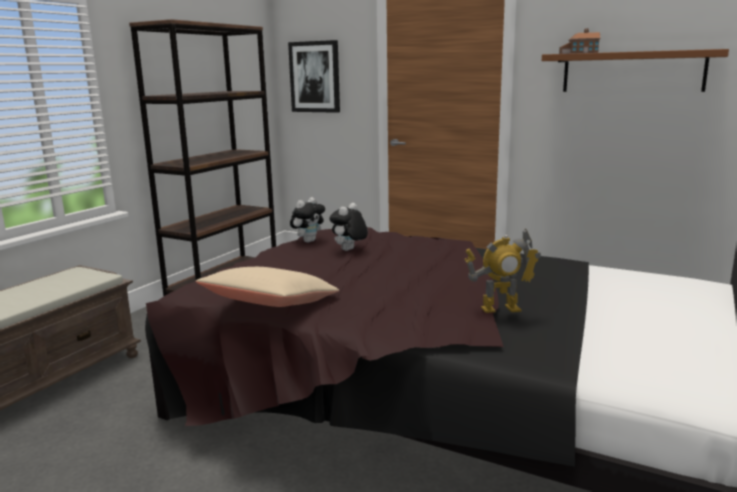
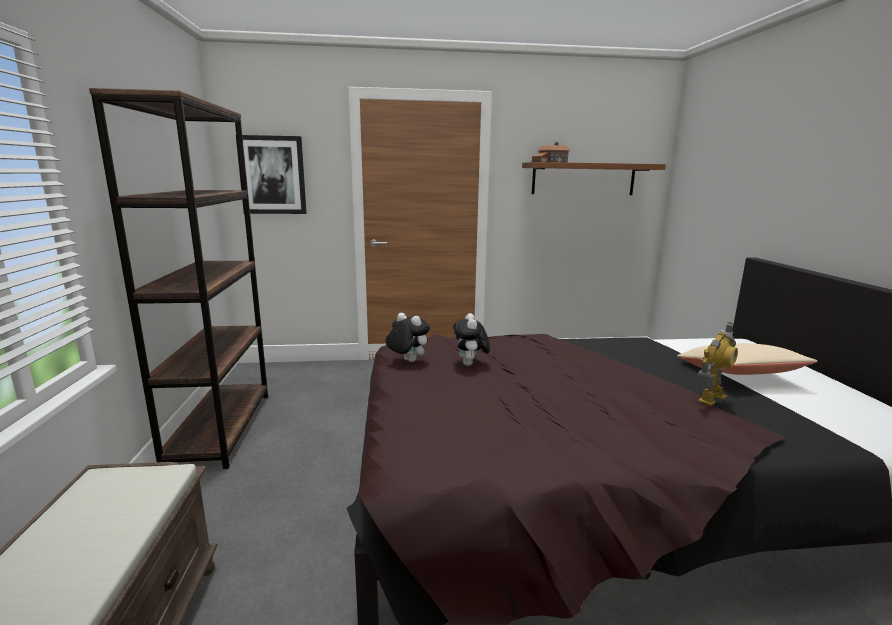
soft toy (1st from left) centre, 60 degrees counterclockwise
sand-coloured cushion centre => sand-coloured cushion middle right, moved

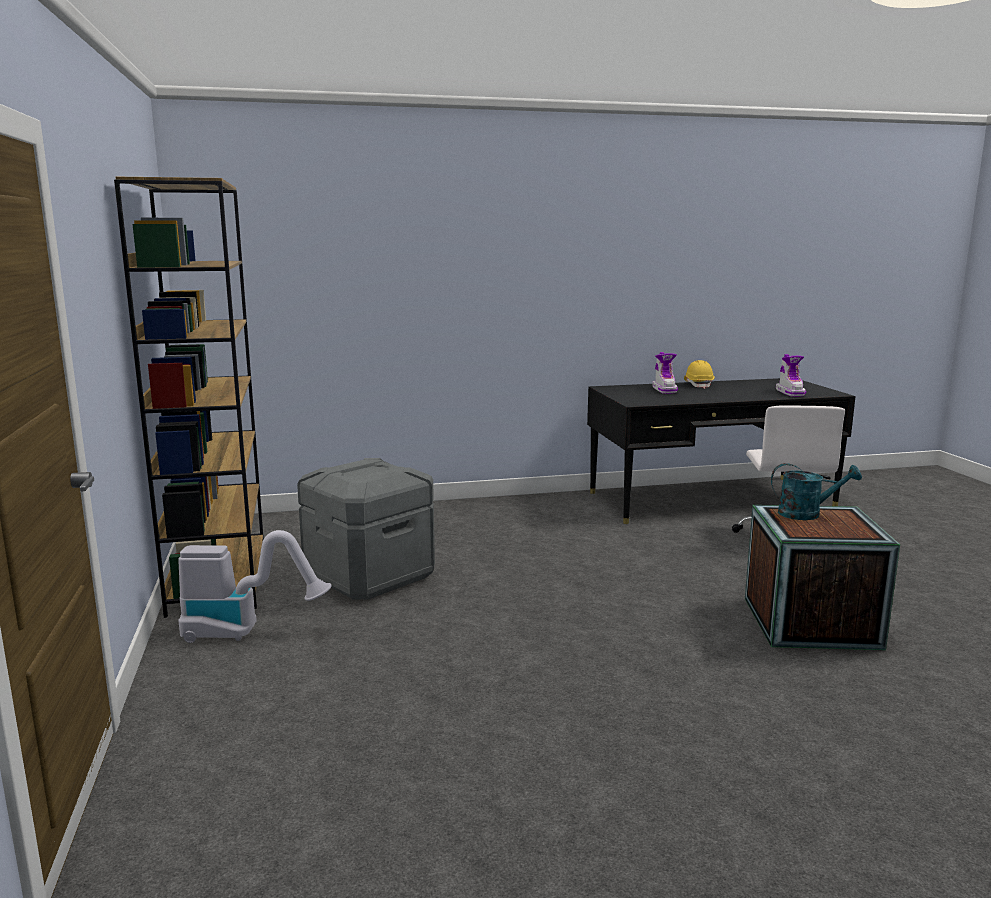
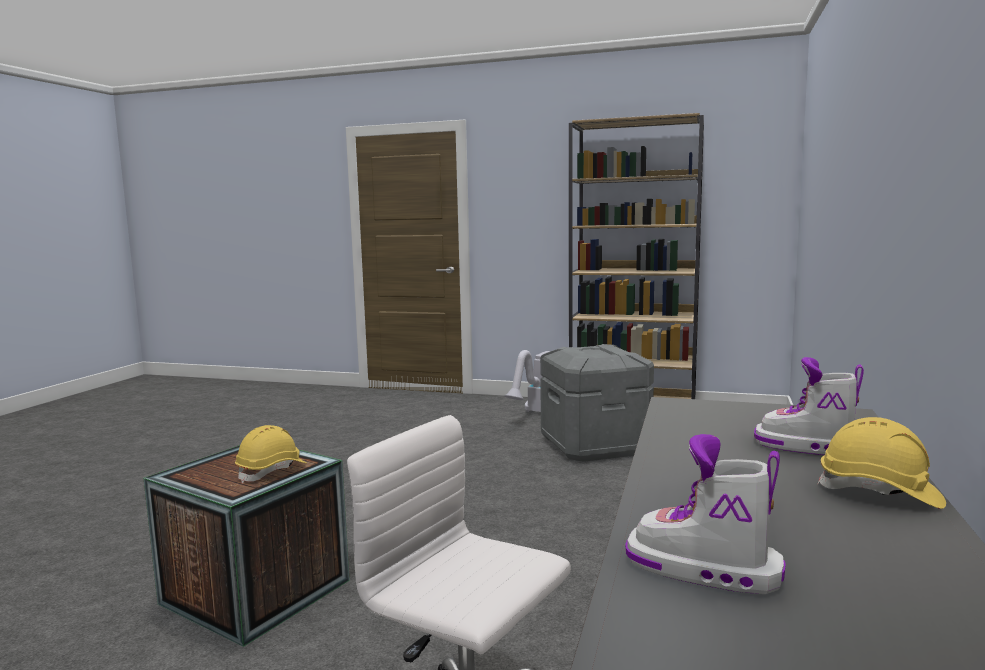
turquoise sprinkling can middle right => yellow hard hat (1st from left) bottom left

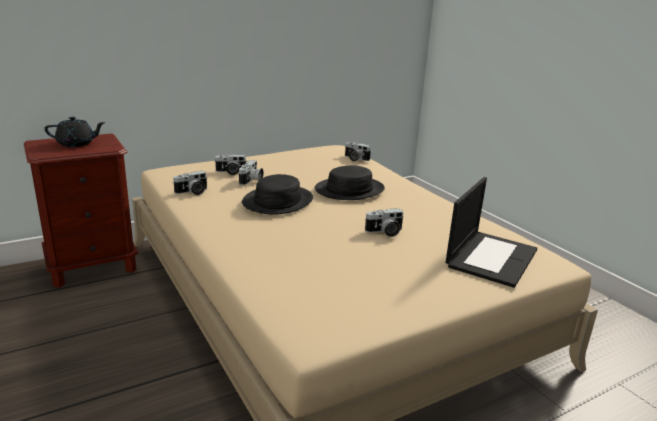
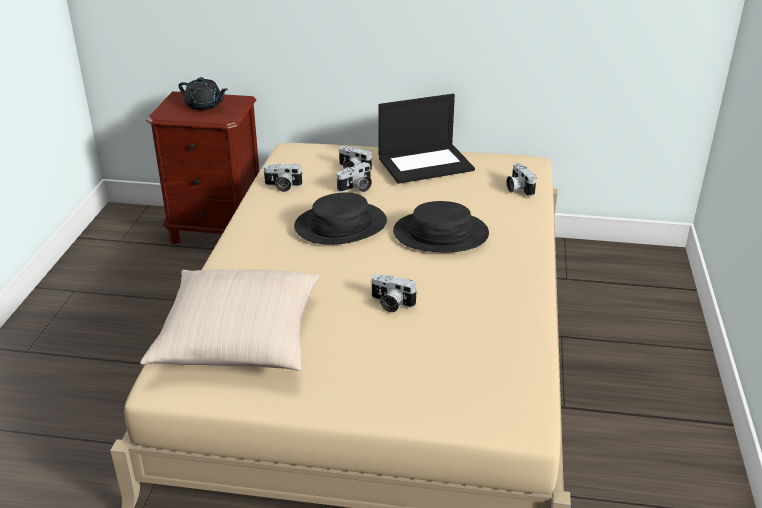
nothing => sand-coloured cushion middle left
portable computer middle right => portable computer top centre, moved

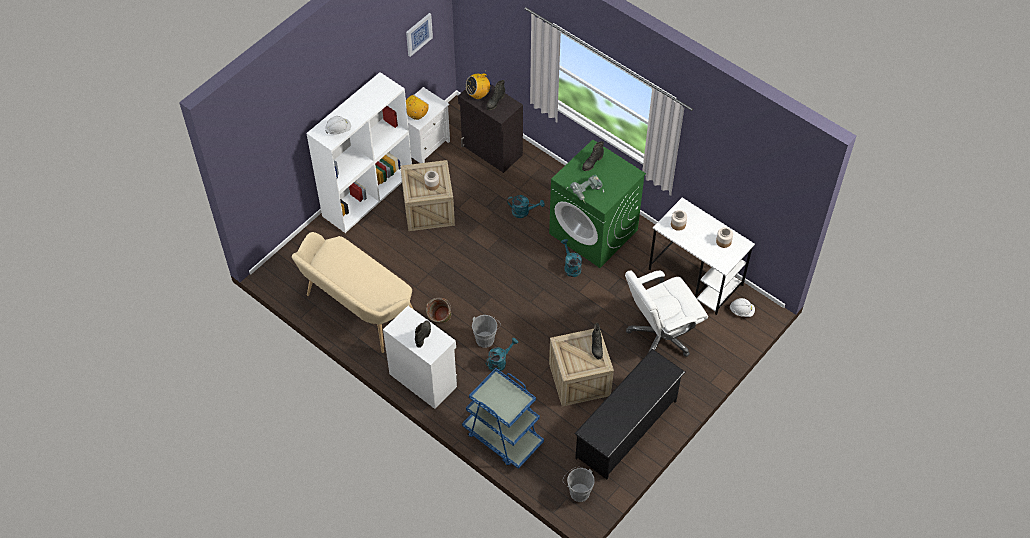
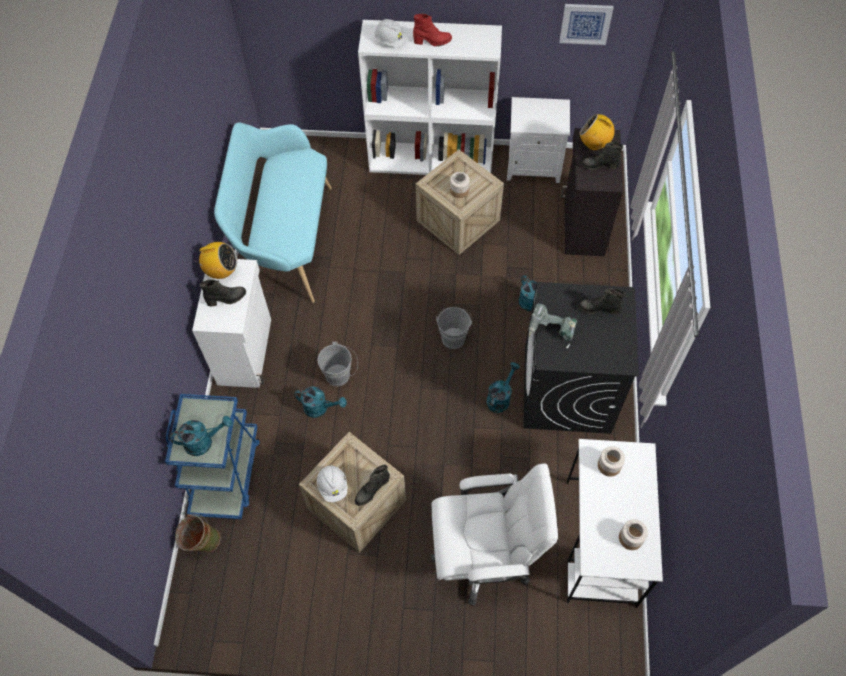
nothing => turquoise sprinkling can (1st from left) middle left
green-coloured bucket centre => green-coloured bucket bottom left, moved
radio (1st from left) top centre => radio (1st from left) middle left, moved
sand-coloured long seat centre => turquoise long seat top left
white hard hat (2nd from left in the first image) middle right => white hard hat (1st from left) bottom centre, moved
nothing => red-coloured tall boot top centre
white office chair centre => white office chair bottom centre, 150 degrees clockwise
gray bucket (2nd from left) bottom centre => gray bucket (2nd from left) centre, moved
green-coloured laundry machine centre => blackish laundry machine middle right
blackish shoe shelf bottom centre => nothing

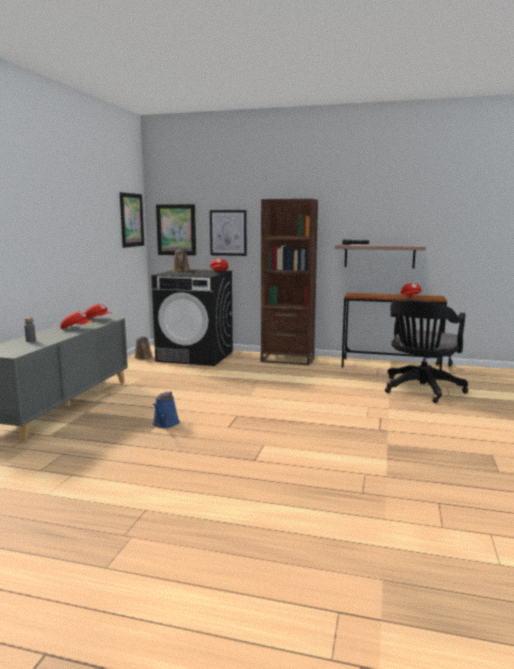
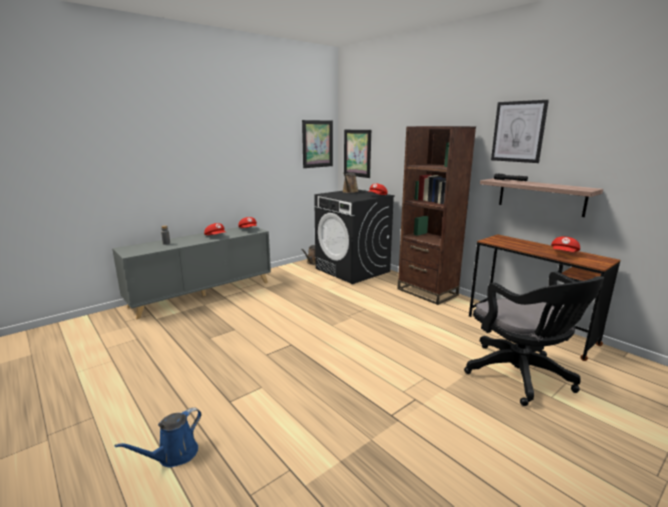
blue-coloured sprinkling can middle left => blue-coloured sprinkling can bottom left, moved
blackish office chair middle right => blackish office chair bottom right, 90 degrees counterclockwise
wall art (3rd from left) centre => wall art (3rd from left) top right, moved

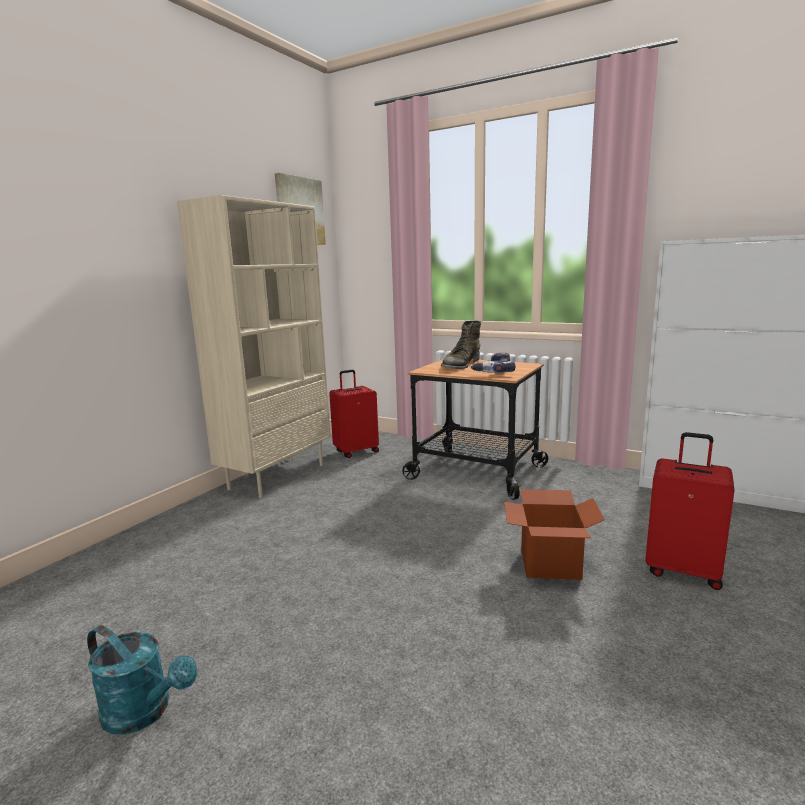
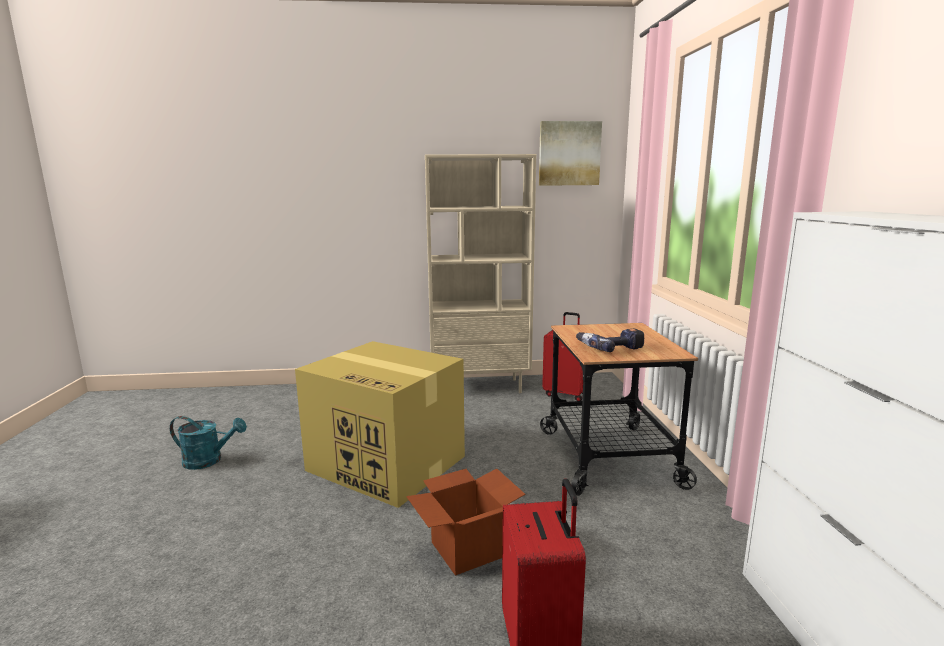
turquoise sprinkling can bottom left, 75 degrees counterclockwise
nothing => cardboard box (1st from left) centre
green-coloured tall boot centre => nothing

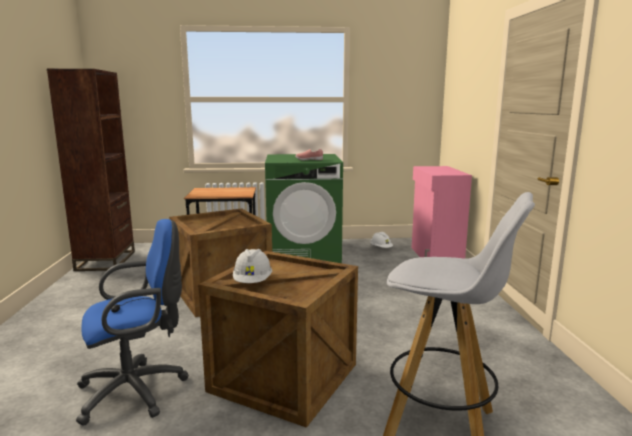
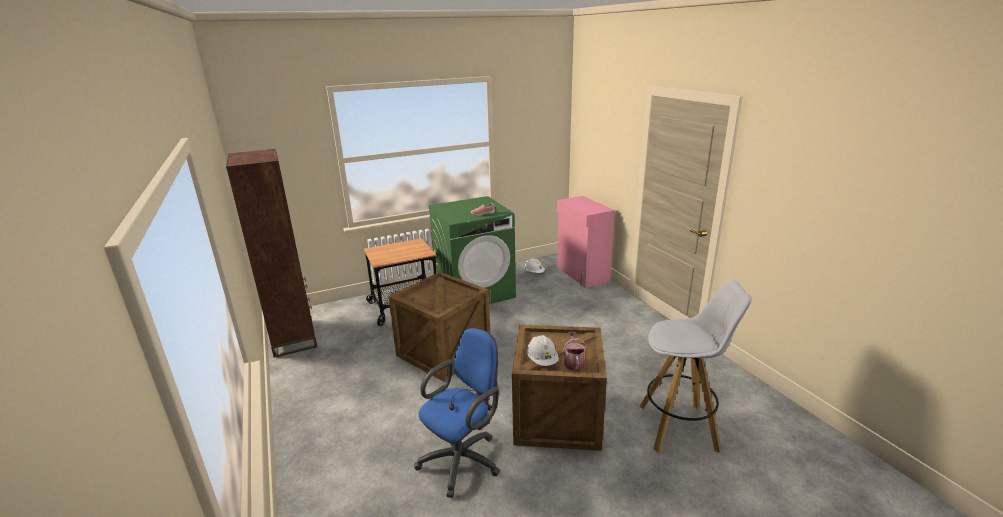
nothing => sprinkling can bottom centre

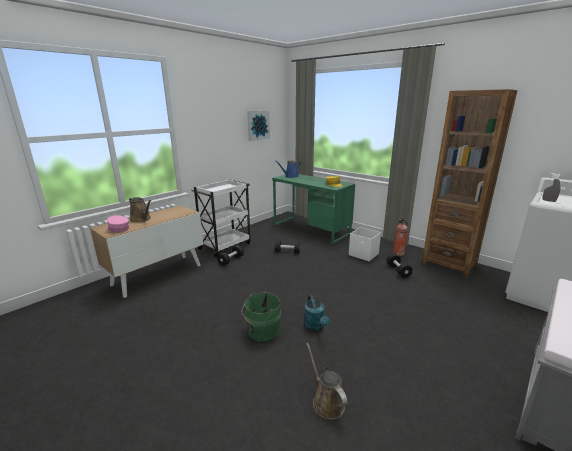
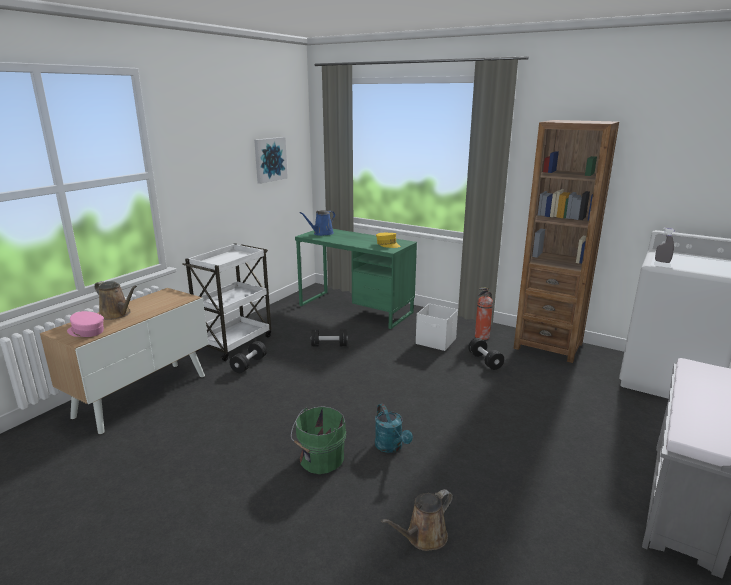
brown sprinkling can (2nd from left) bottom centre, 90 degrees counterclockwise

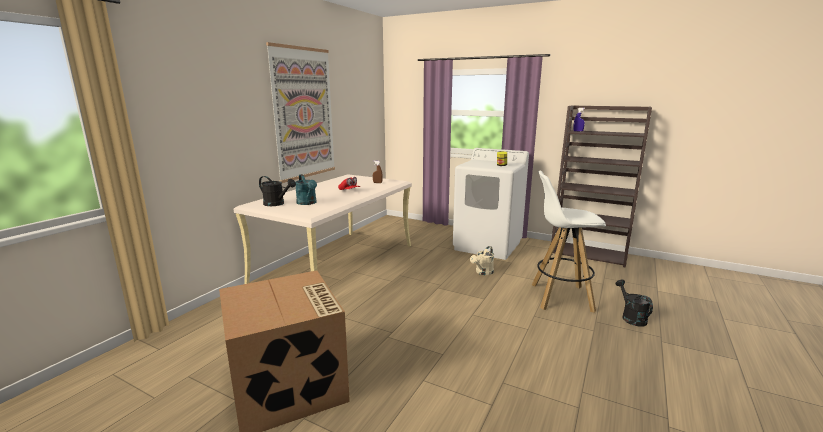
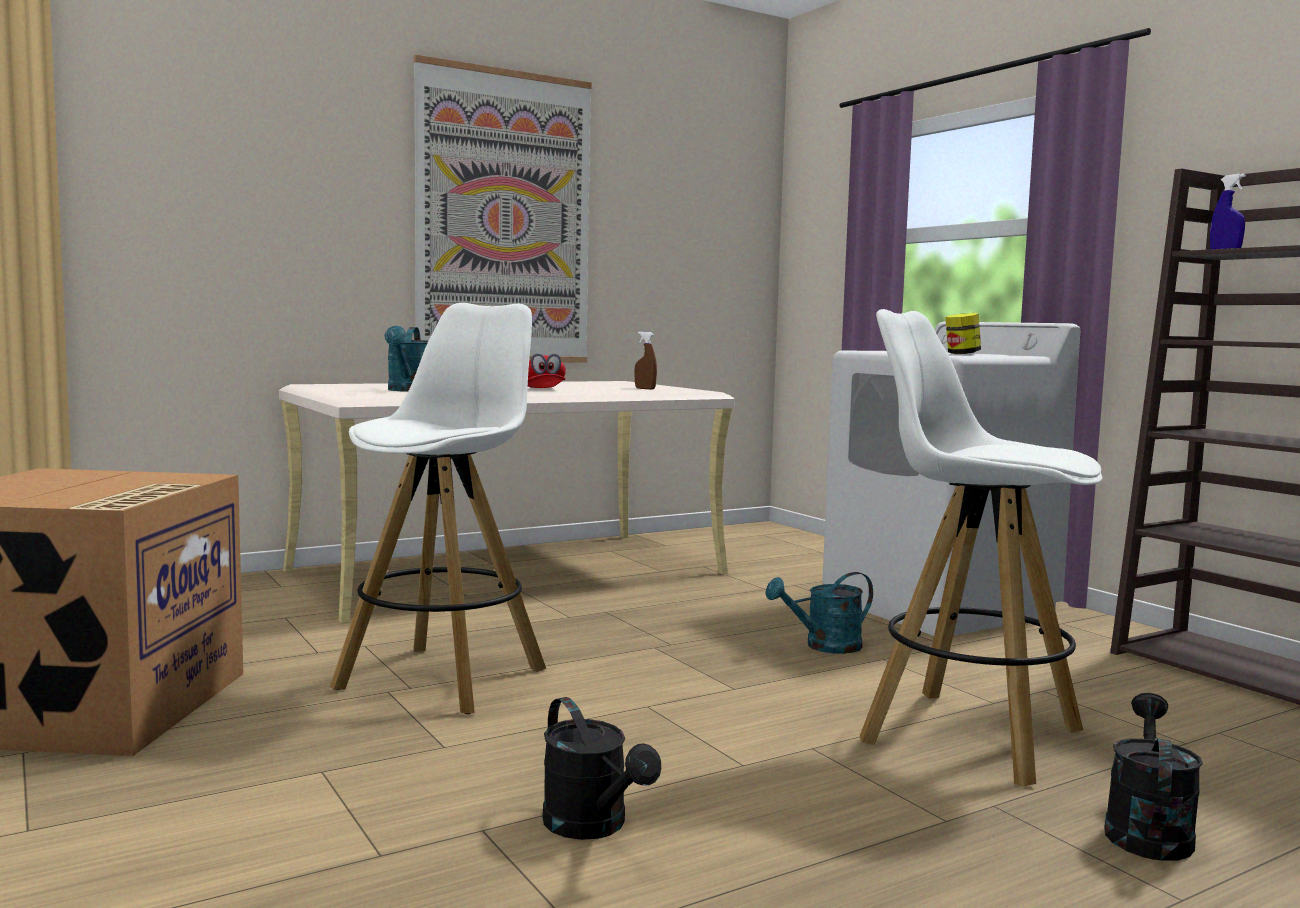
nothing => white stool seat (1st from left) centre
blackish sprinkling can (1st from left) centre => blackish sprinkling can (1st from left) bottom centre, moved
sand-coloured sprinkling can centre => turquoise sprinkling can (2nd from left) bottom centre

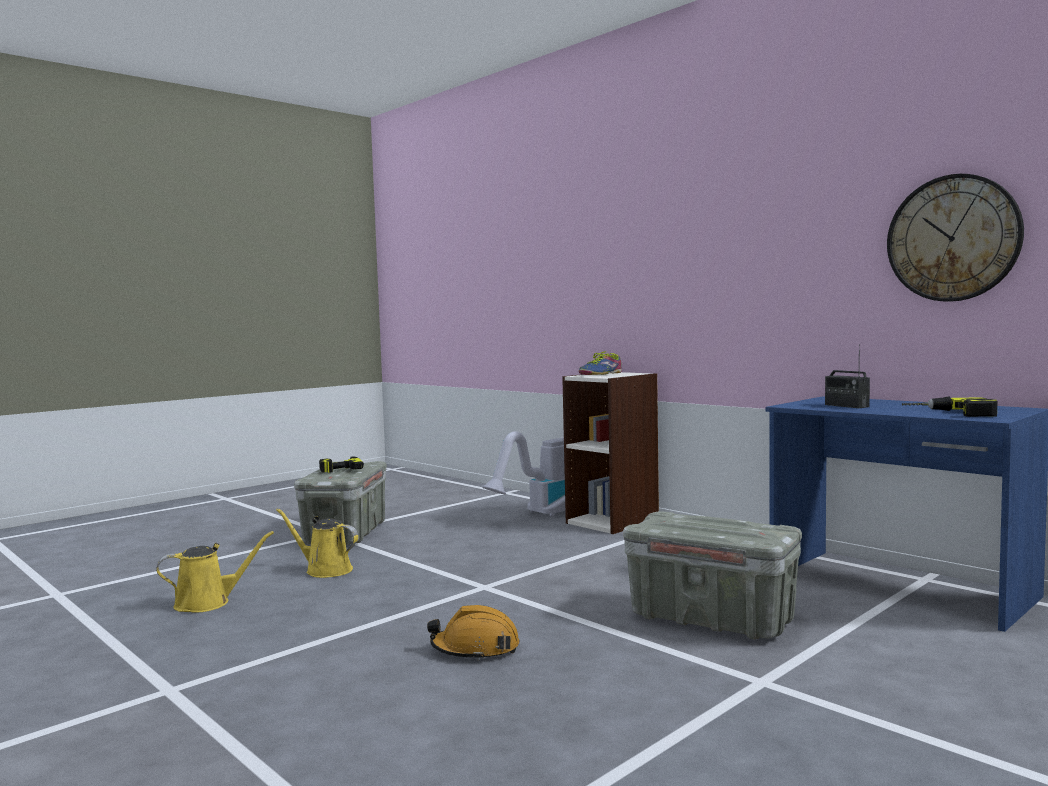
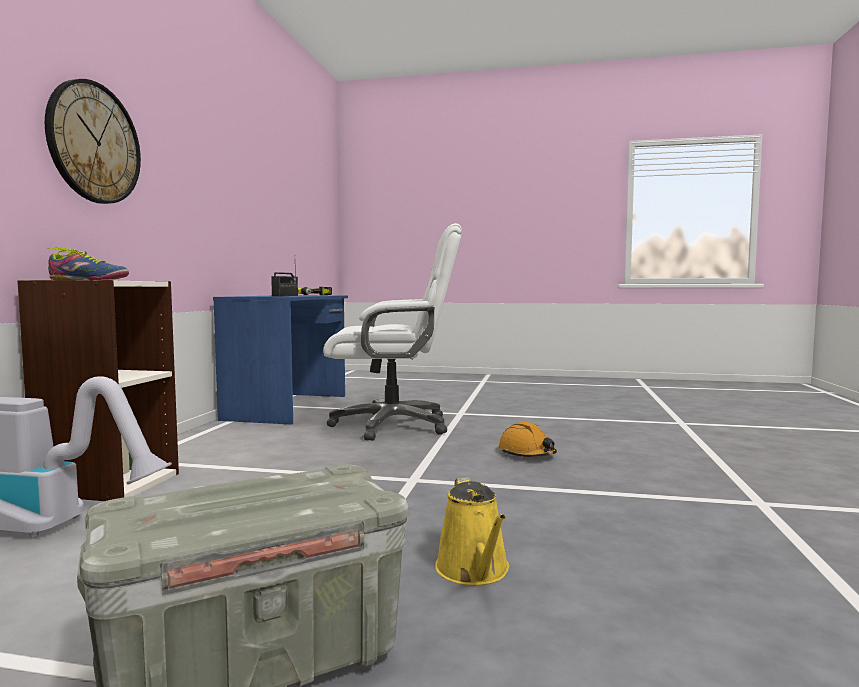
wall clock top right => wall clock top left, moved
gray storage box (2nd from left) bottom right => white office chair centre
yellow sprinkling can (1st from left) bottom left => nothing
drill (1st from left) middle left => nothing

